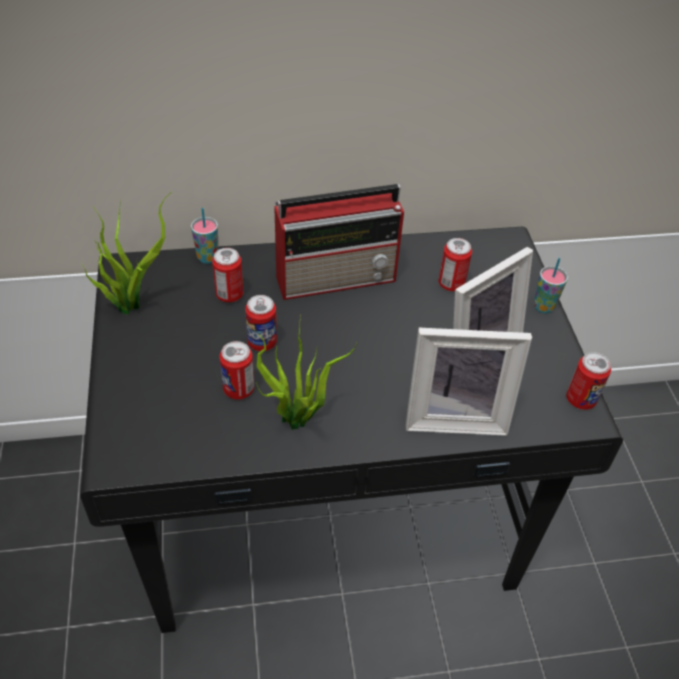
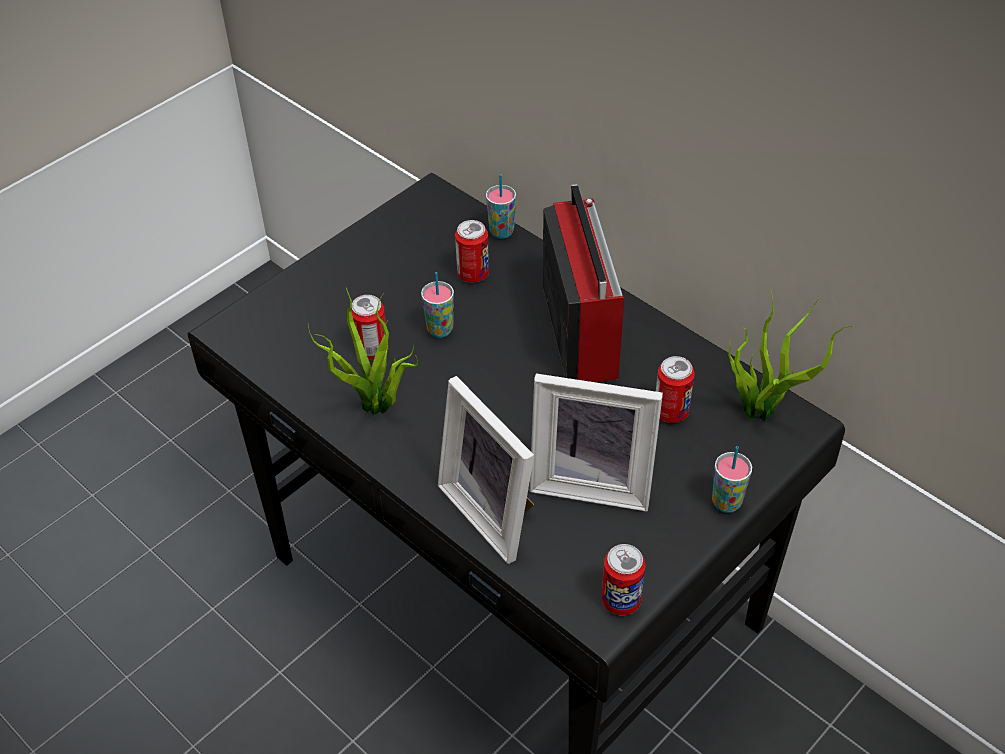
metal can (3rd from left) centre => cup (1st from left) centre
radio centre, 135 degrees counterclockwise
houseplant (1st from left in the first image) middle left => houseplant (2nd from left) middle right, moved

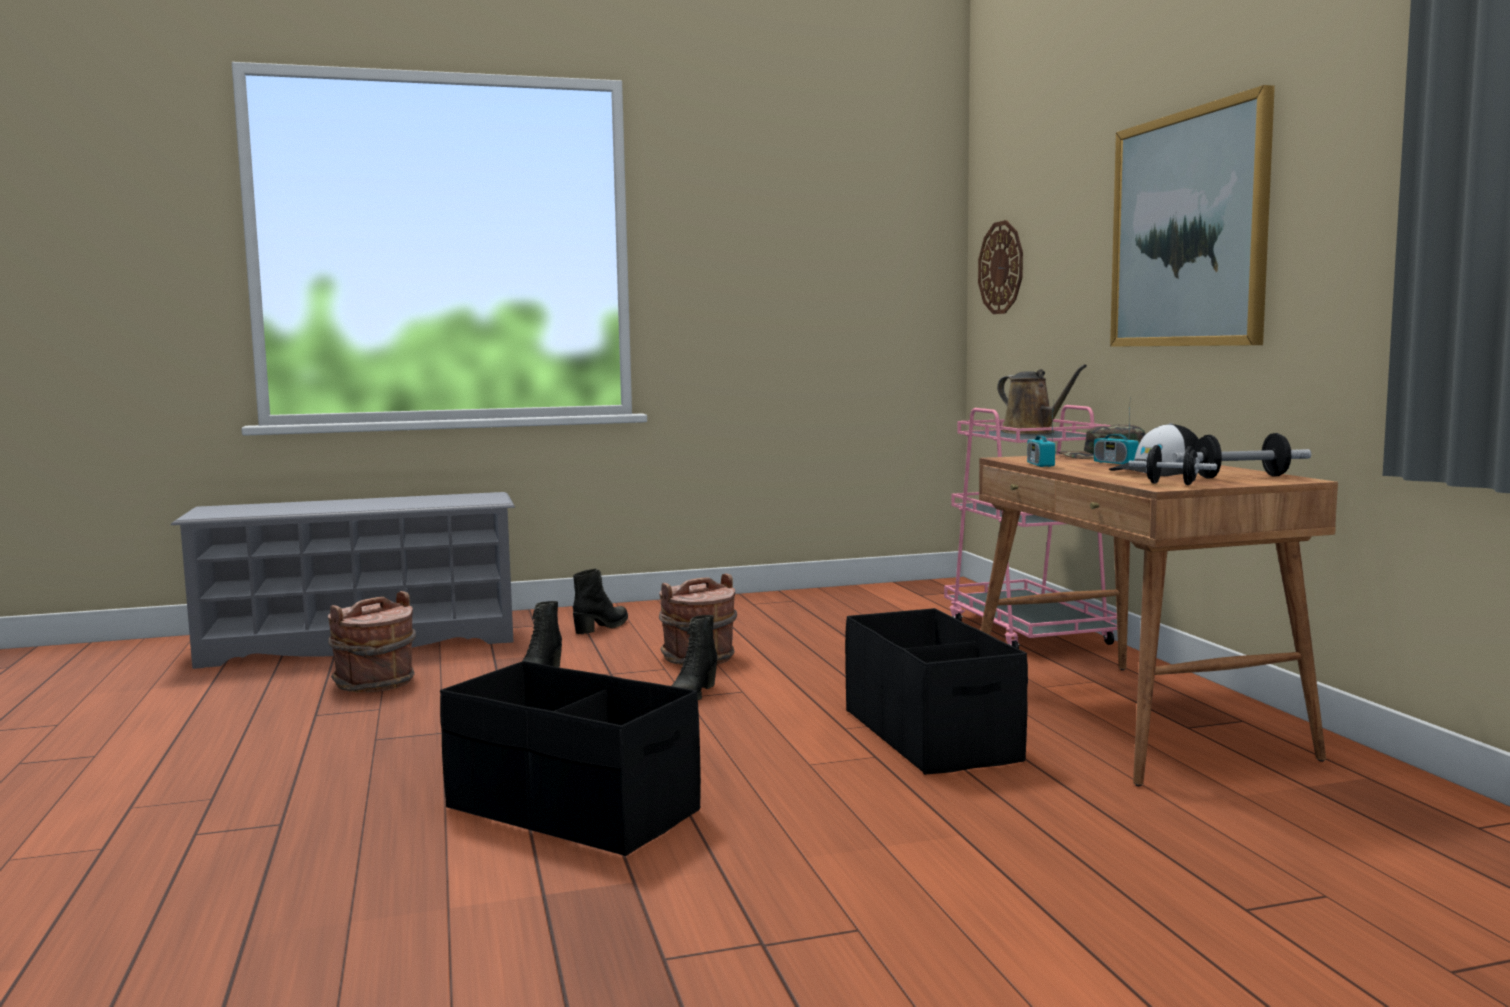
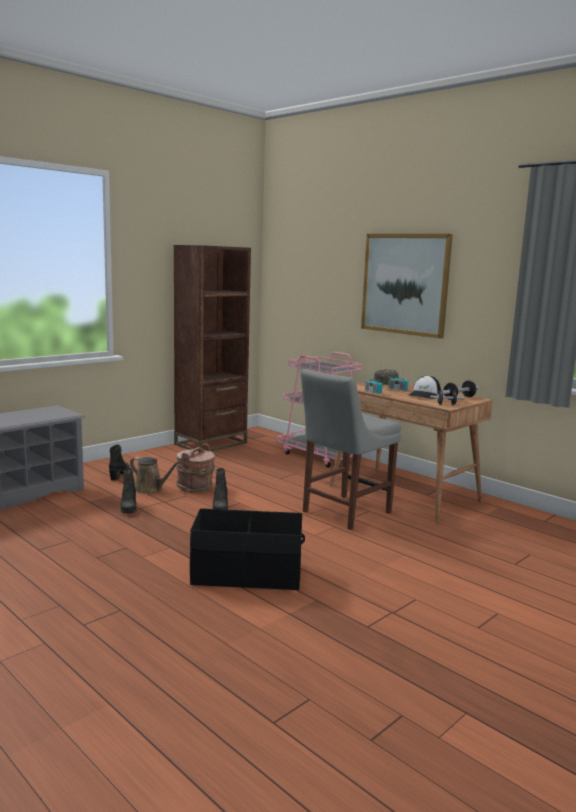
brown sprinkling can middle right => brown sprinkling can middle left, moved
nothing => brown shelving unit centre
blackish storage box (2nd from left) bottom centre => gray plain chair centre
brown bucket (1st from left) middle left => nothing
wall clock top centre => nothing

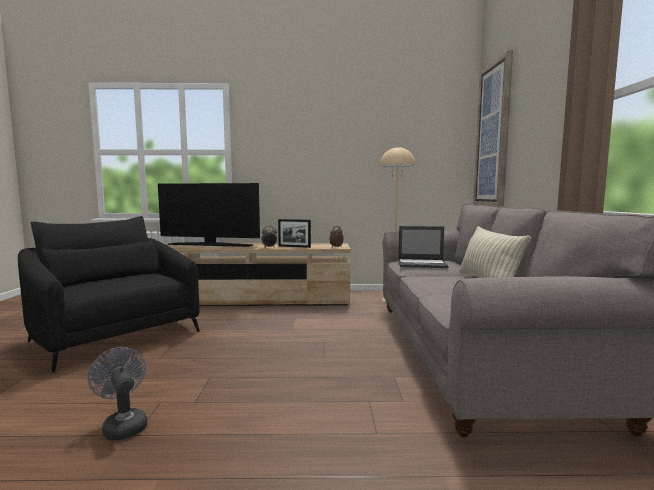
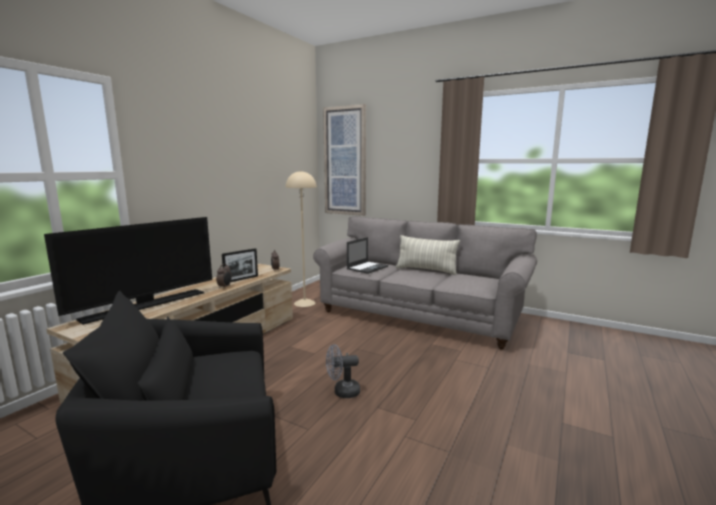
gray electric fan bottom left => gray electric fan bottom centre, moved

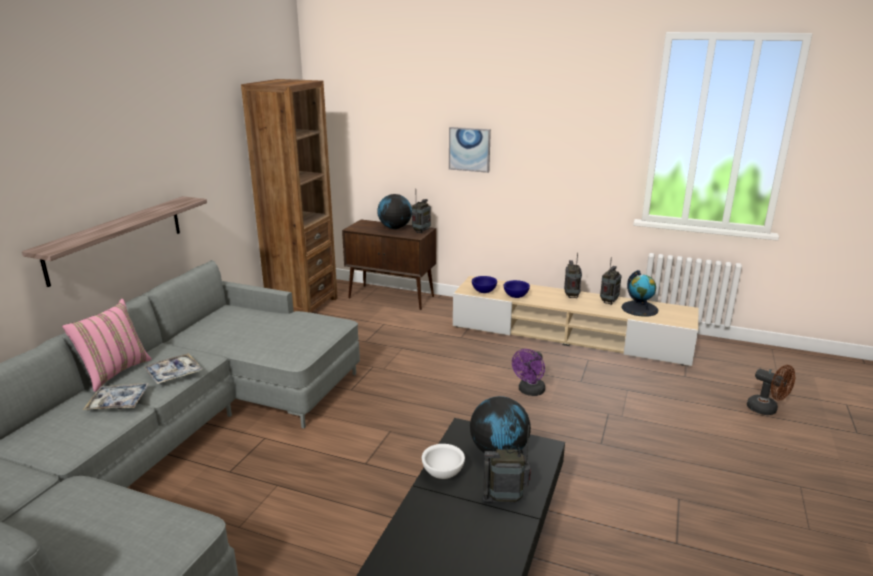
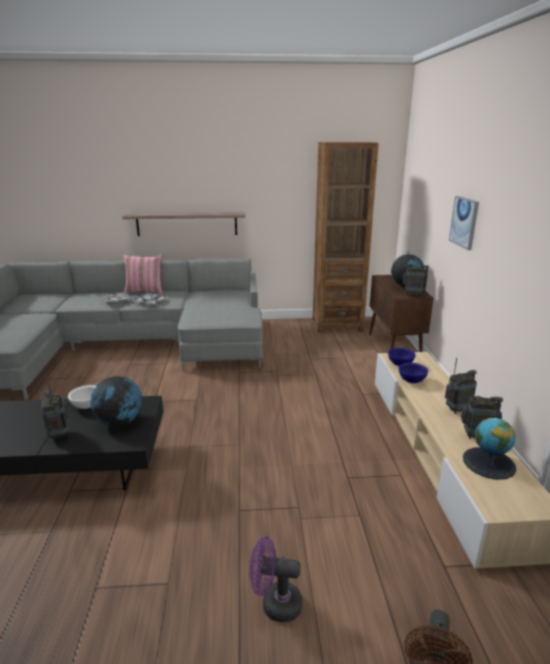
purplish electric fan centre => purplish electric fan bottom centre, moved

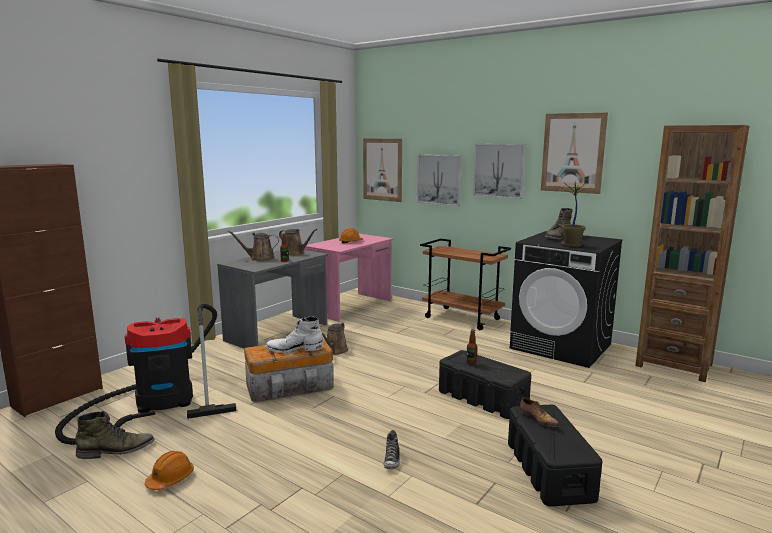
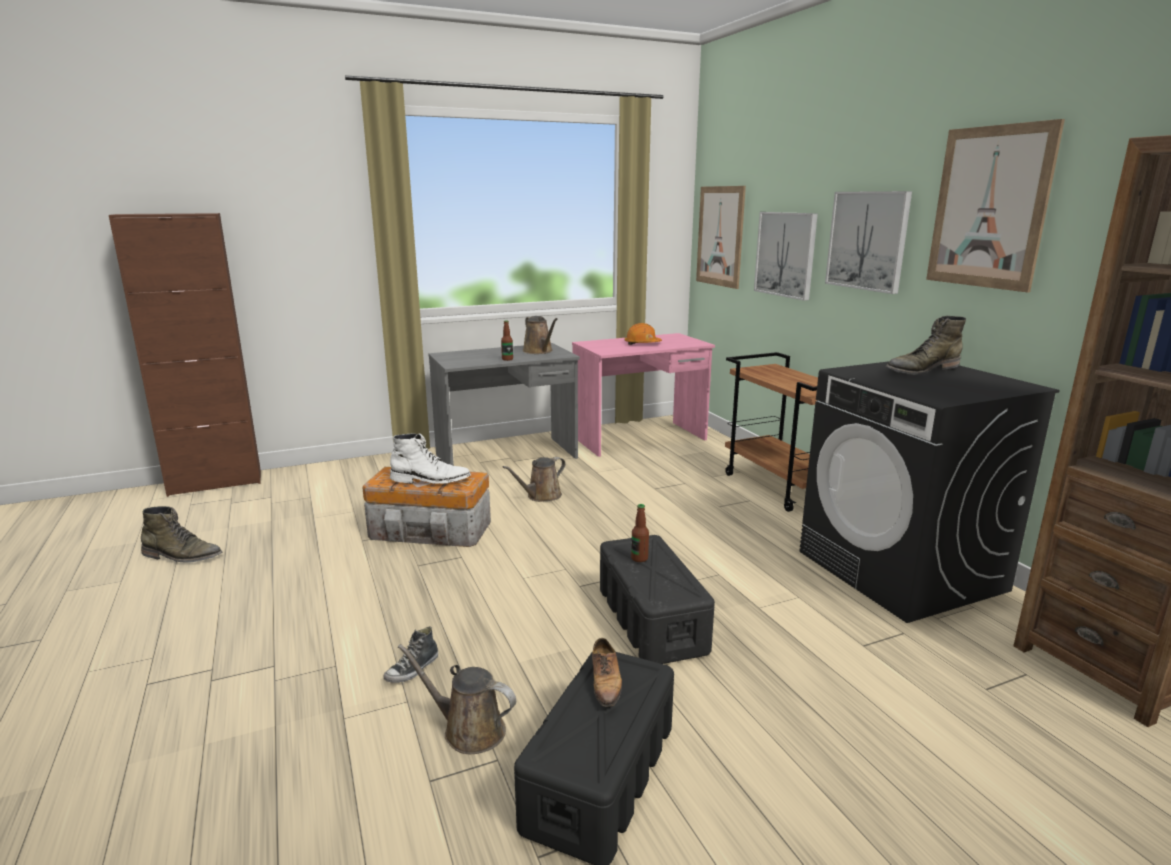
white tall boot centre, 150 degrees clockwise
brown sprinkling can (1st from left) middle left => brown sprinkling can (1st from left) bottom centre, moved
vacuum cleaner bottom left => nothing
orangey hard hat (1st from left) bottom left => nothing
houseplant middle right => nothing

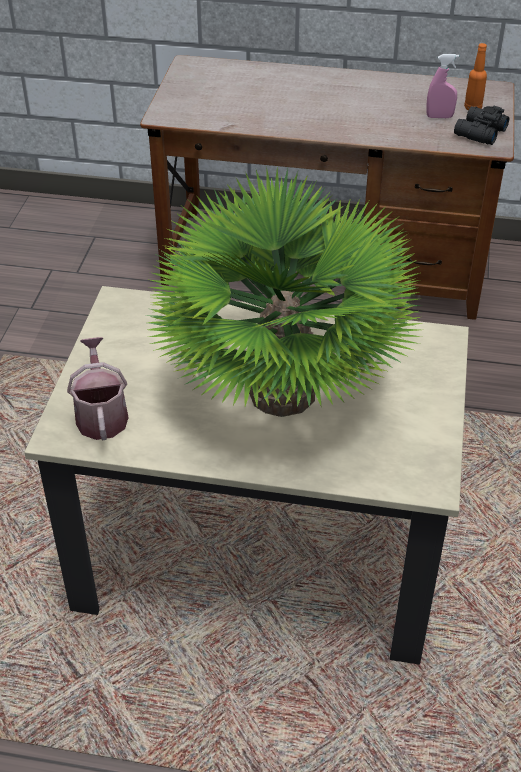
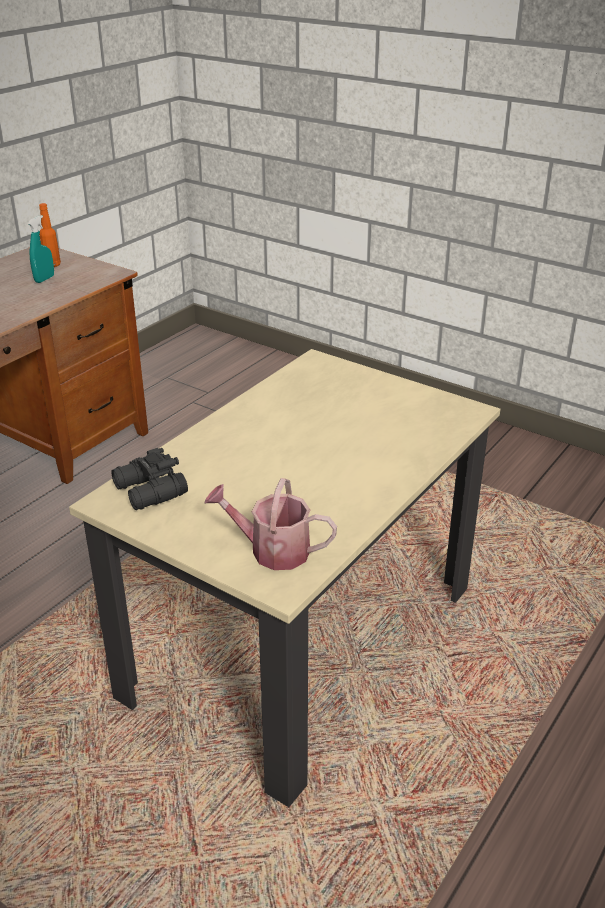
pink-coloured sprayer top right => turquoise sprayer top left
blackish field glasses top right => blackish field glasses middle left, moved
houseplant centre => nothing

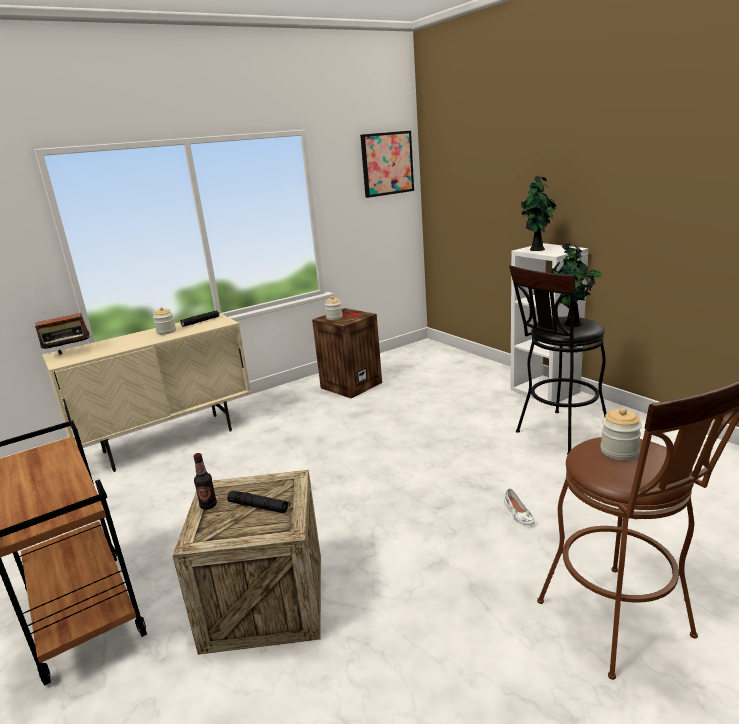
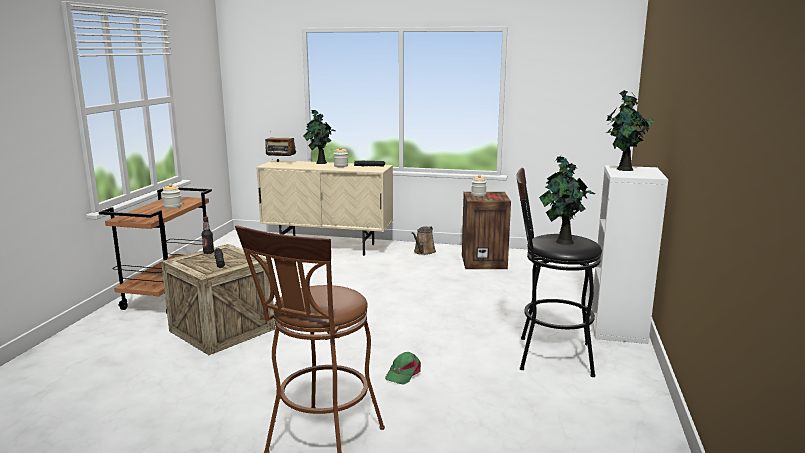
storage jar (3rd from left in the first image) middle right => storage jar (1st from left) middle left, moved
nothing => houseplant (1st from left) top centre
white shoe bottom right => green-coloured baseball cap bottom centre
nothing => brown sprinkling can centre
wall art top centre => nothing

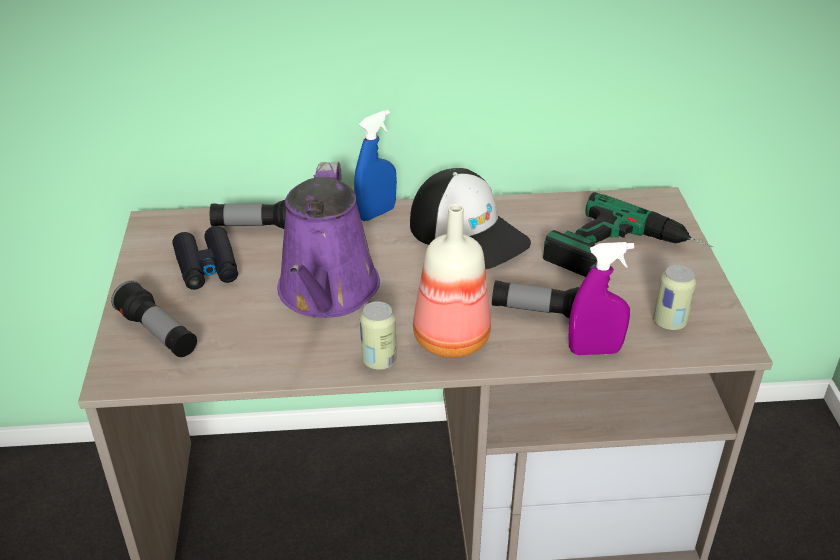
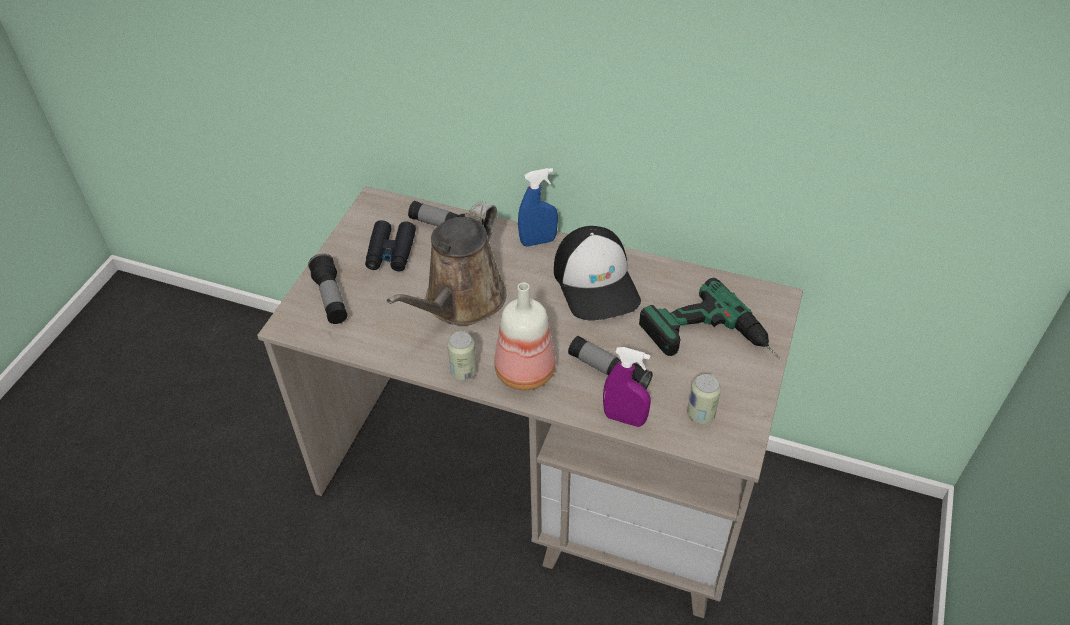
purplish sprinkling can centre => brown sprinkling can centre

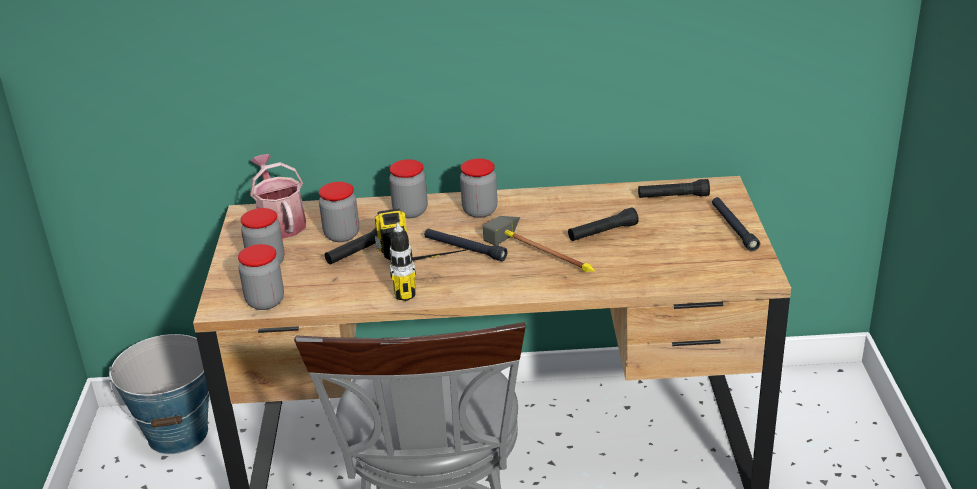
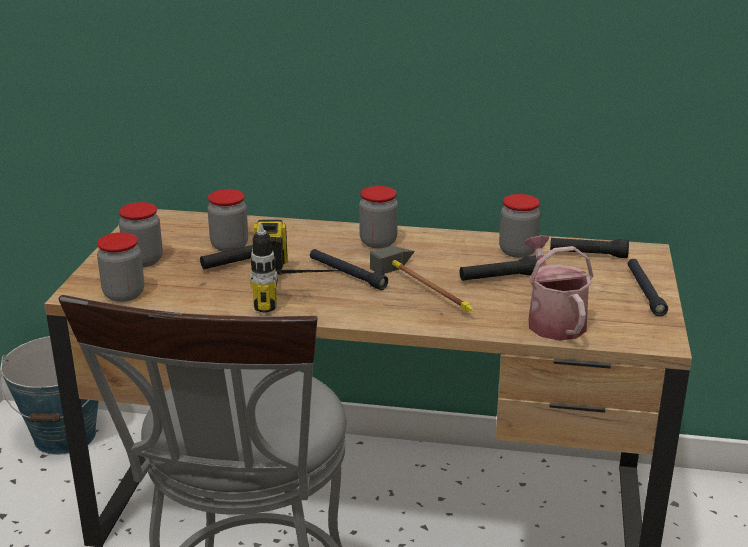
storage jar (4th from left in the first image) centre => storage jar (5th from left) middle right, moved
sprinkling can middle left => sprinkling can middle right, moved

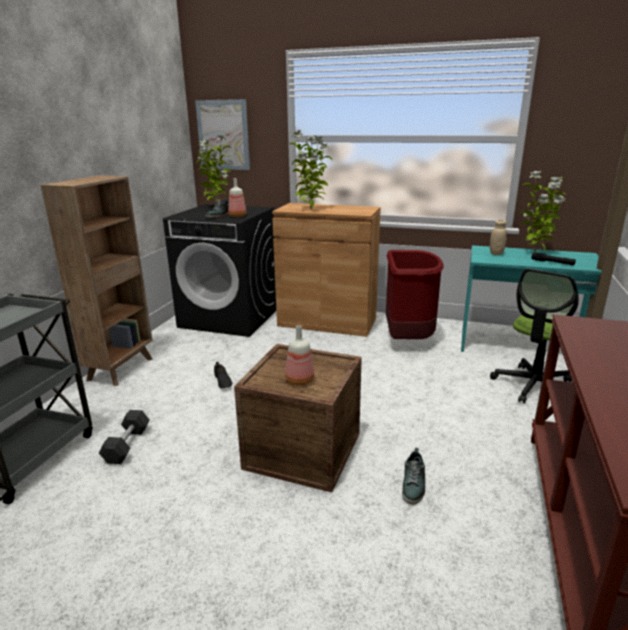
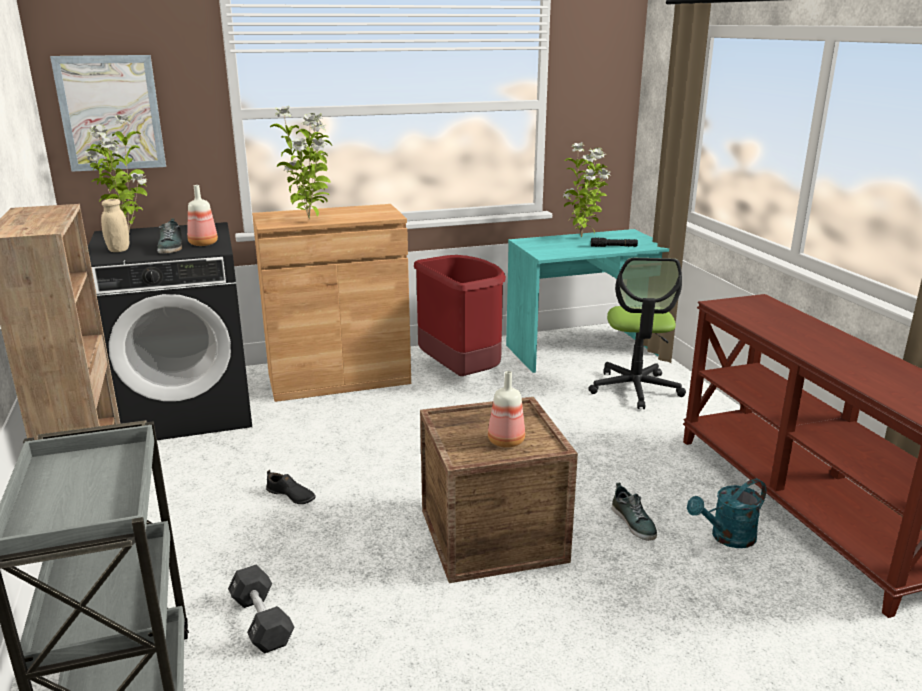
sand-coloured storage jar middle right => sand-coloured storage jar top left, moved
nothing => turquoise sprinkling can bottom right

